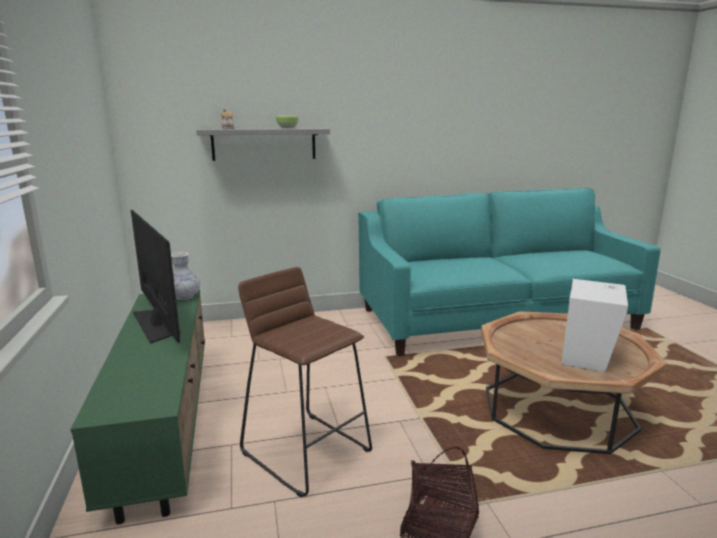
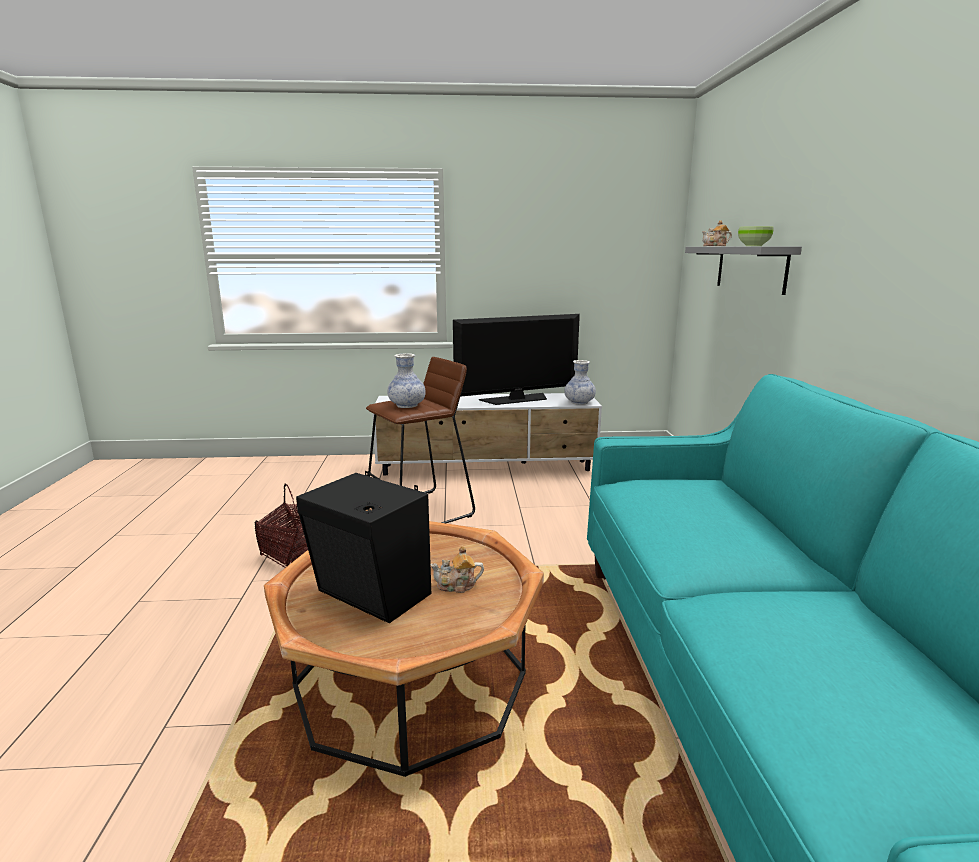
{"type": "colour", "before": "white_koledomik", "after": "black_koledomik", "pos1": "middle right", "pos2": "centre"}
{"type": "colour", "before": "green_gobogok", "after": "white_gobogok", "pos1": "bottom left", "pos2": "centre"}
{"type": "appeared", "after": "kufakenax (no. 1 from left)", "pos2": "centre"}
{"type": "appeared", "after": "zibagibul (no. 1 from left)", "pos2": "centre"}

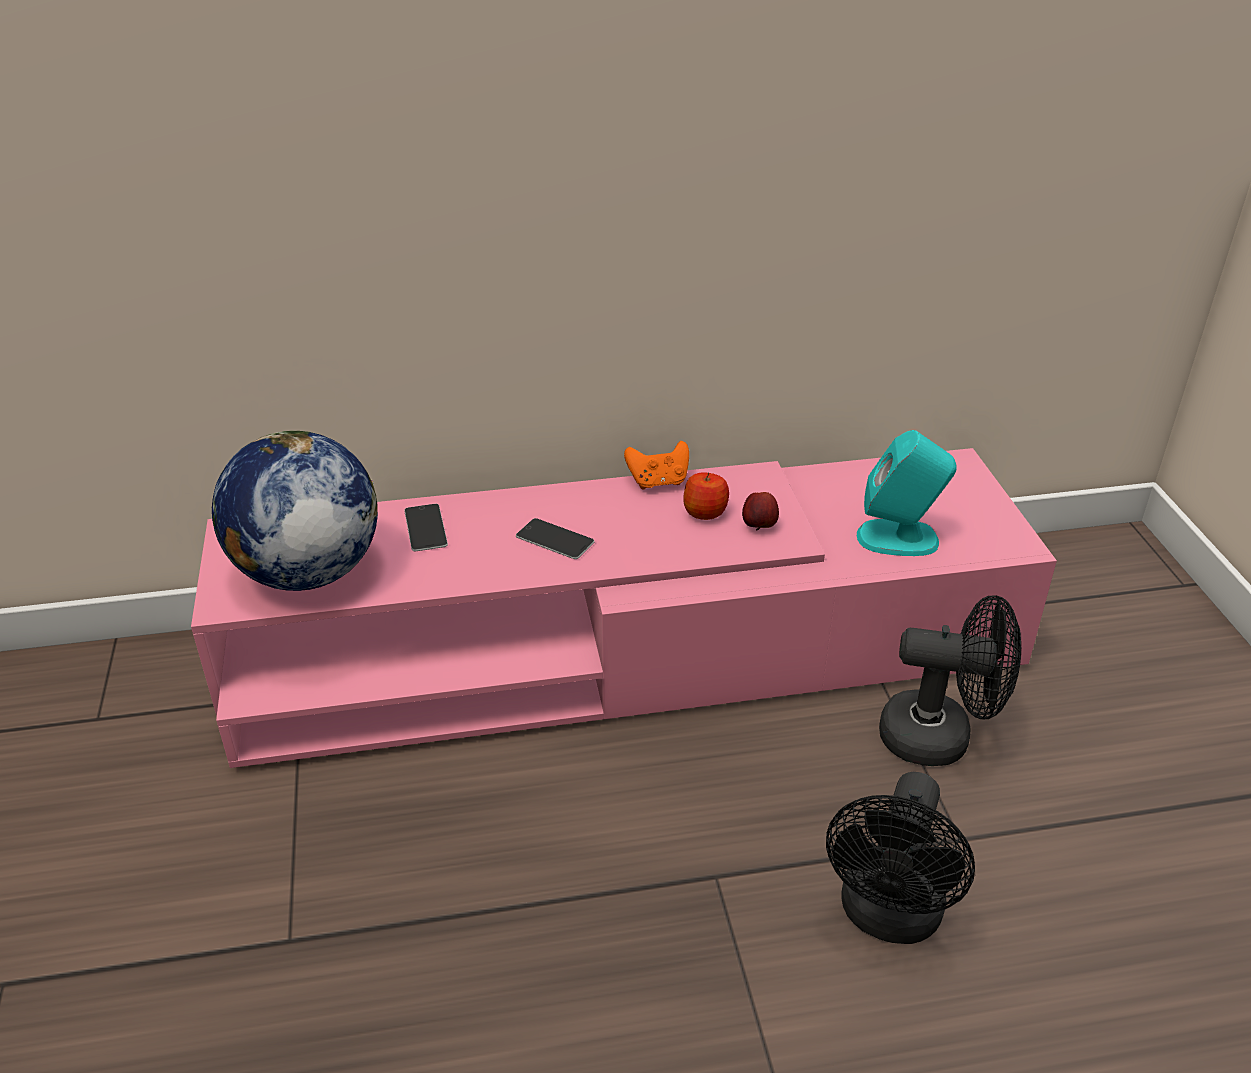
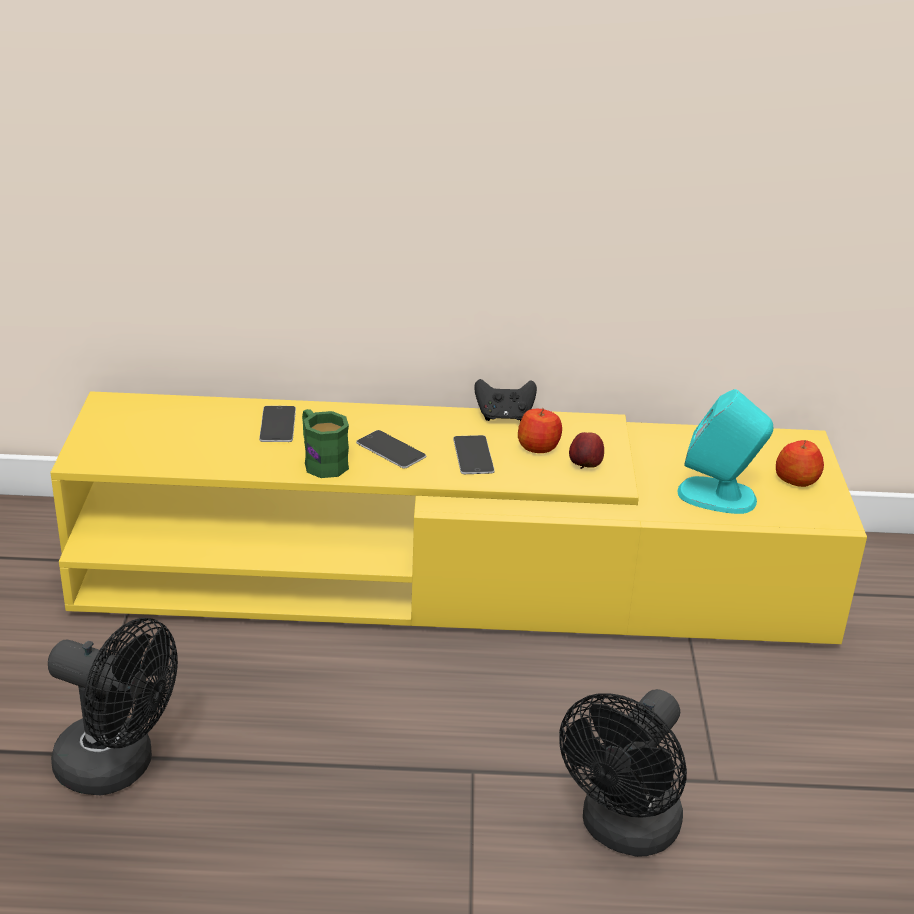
{"type": "missing", "before": "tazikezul", "pos1": "middle left"}
{"type": "colour", "before": "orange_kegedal", "after": "black_kegedal", "pos1": "centre", "pos2": "centre"}
{"type": "colour", "before": "pink_gobogok", "after": "yellow_gobogok", "pos1": "centre", "pos2": "centre"}
{"type": "relocated", "before": "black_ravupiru (no. 2 from left in the first image)", "after": "black_ravupiru (no. 1 from left)", "pos1": "middle right", "pos2": "bottom left"}
{"type": "appeared", "after": "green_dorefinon", "pos2": "centre"}
{"type": "appeared", "after": "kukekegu (no. 3 from left)", "pos2": "centre"}
{"type": "appeared", "after": "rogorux (no. 3 from left)", "pos2": "middle right"}

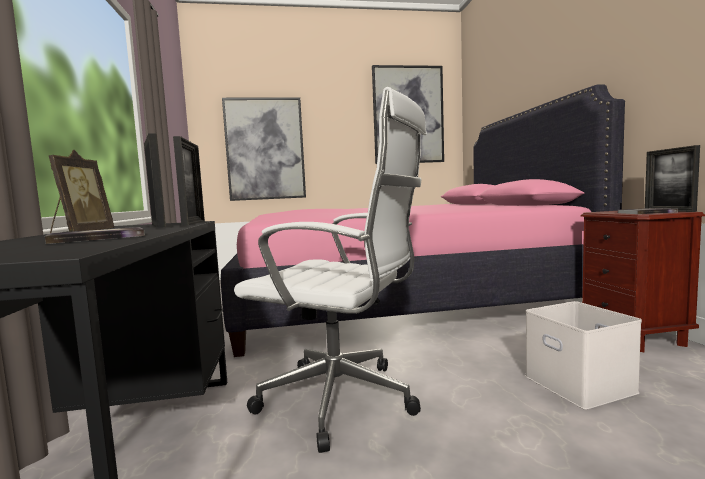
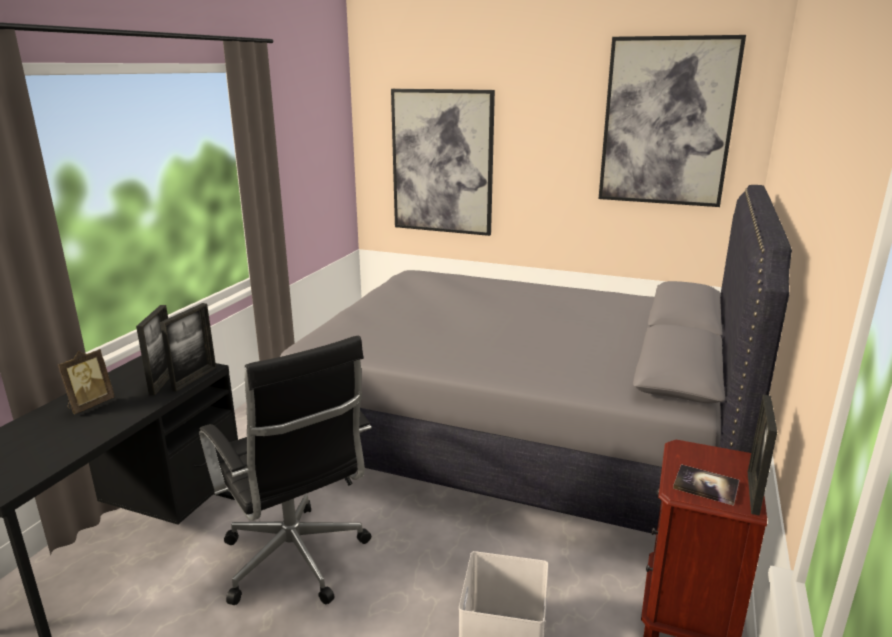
{"type": "colour", "before": "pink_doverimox", "after": "grey_doverimox", "pos1": "centre", "pos2": "centre"}
{"type": "colour", "before": "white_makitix", "after": "black_makitix", "pos1": "centre", "pos2": "bottom left"}
{"type": "missing", "before": "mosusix (no. 1 from left)", "pos1": "middle left"}

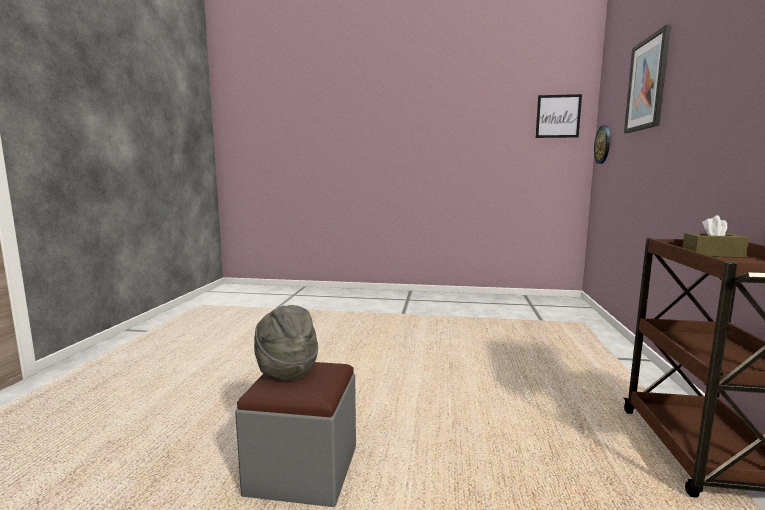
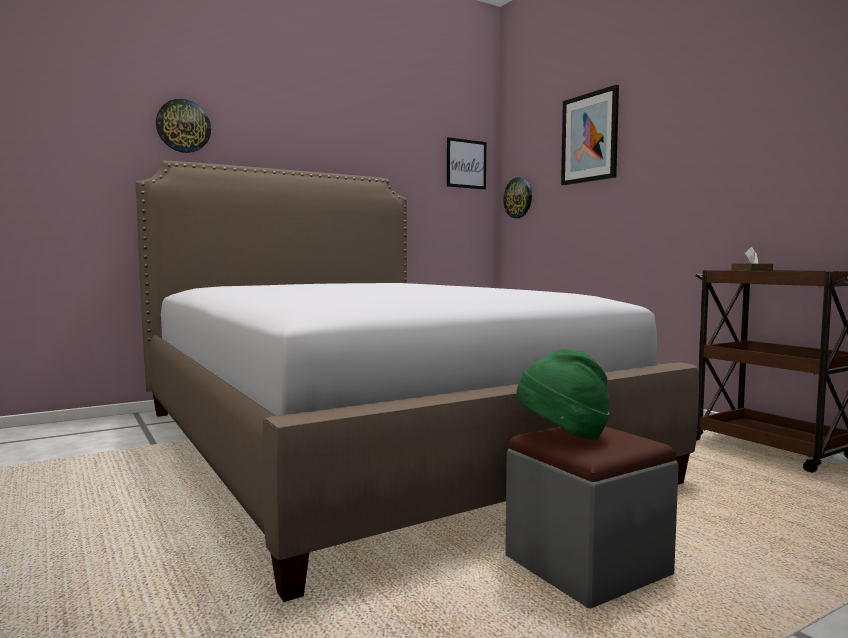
{"type": "colour", "before": "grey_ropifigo", "after": "green_ropifigo", "pos1": "bottom centre", "pos2": "centre"}
{"type": "appeared", "after": "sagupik (no. 1 from left)", "pos2": "top left"}
{"type": "appeared", "after": "doverimox", "pos2": "centre"}

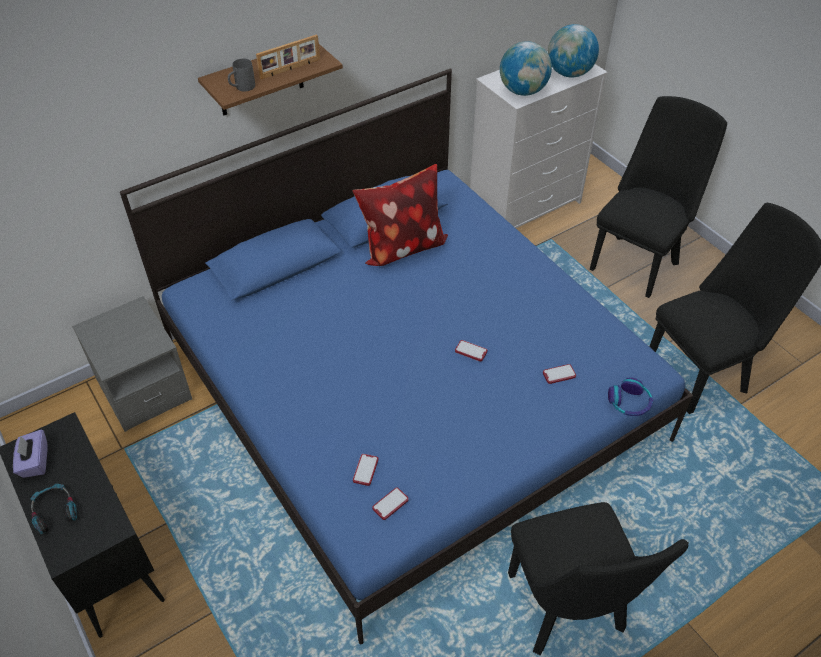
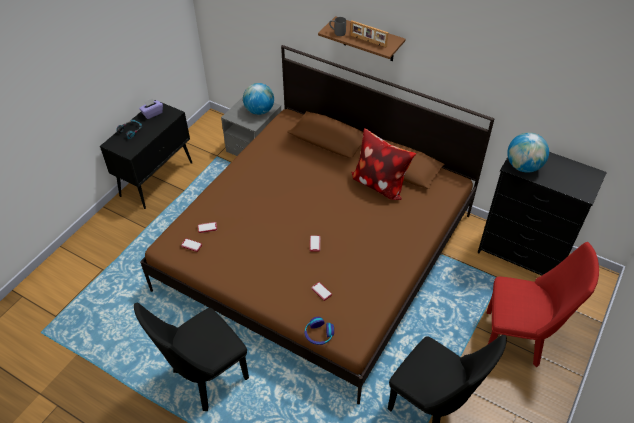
{"type": "relocated", "before": "tazikezul (no. 2 from left in the first image)", "after": "tazikezul (no. 1 from left)", "pos1": "top right", "pos2": "top centre"}
{"type": "colour", "before": "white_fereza", "after": "black_fereza", "pos1": "top centre", "pos2": "middle right"}
{"type": "colour", "before": "blue_doverimox", "after": "brown_doverimox", "pos1": "centre", "pos2": "centre"}
{"type": "colour", "before": "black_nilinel (no. 2 from left)", "after": "red_nilinel", "pos1": "top right", "pos2": "bottom right"}

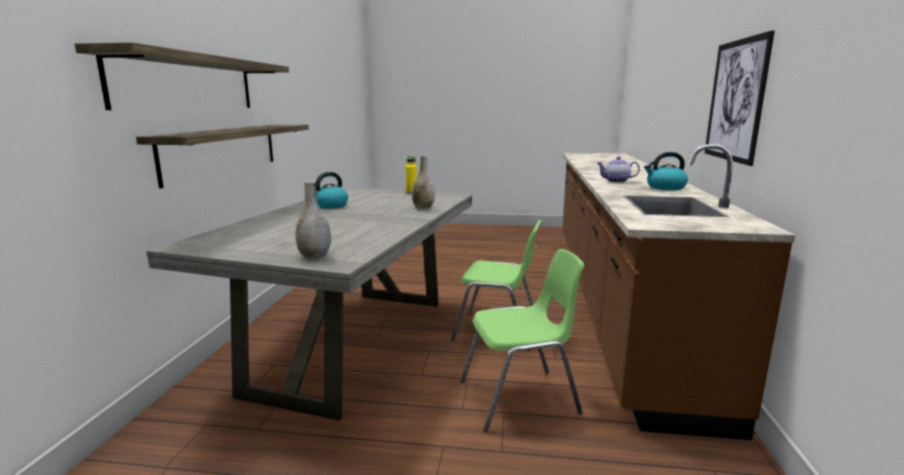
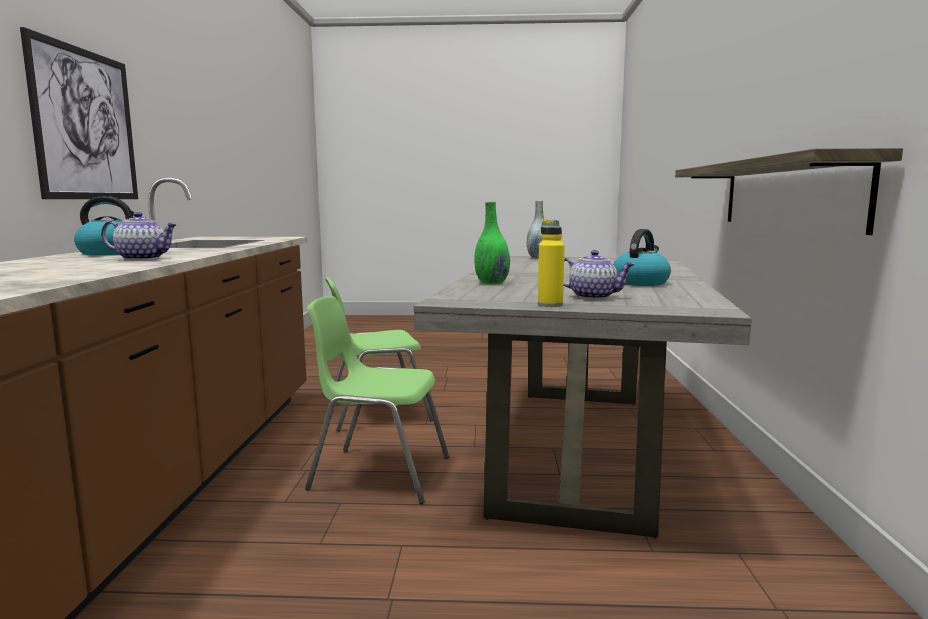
{"type": "missing", "before": "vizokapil (no. 1 from left)", "pos1": "top left"}
{"type": "colour", "before": "grey_kufakenax (no. 2 from left)", "after": "green_kufakenax", "pos1": "centre", "pos2": "centre"}
{"type": "appeared", "after": "zibagibul (no. 2 from left)", "pos2": "centre"}

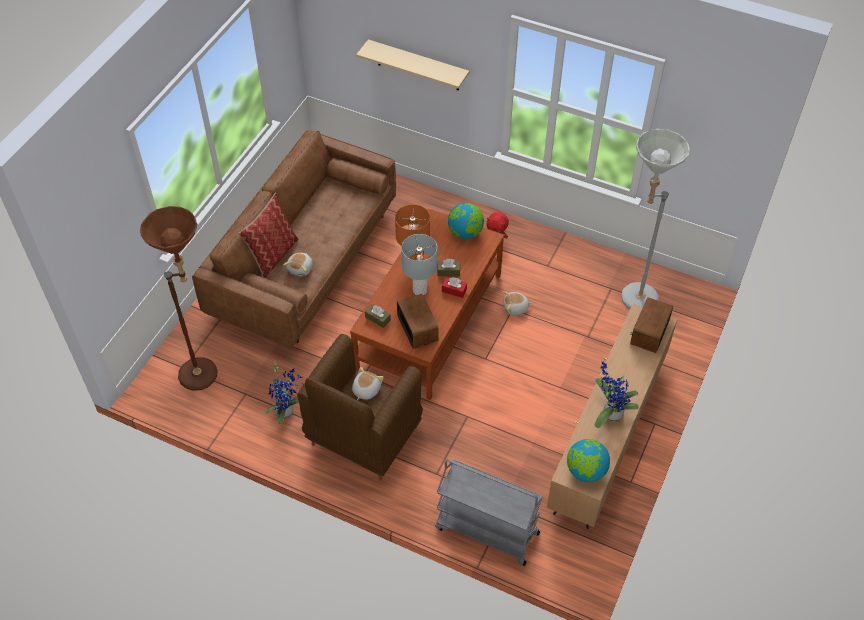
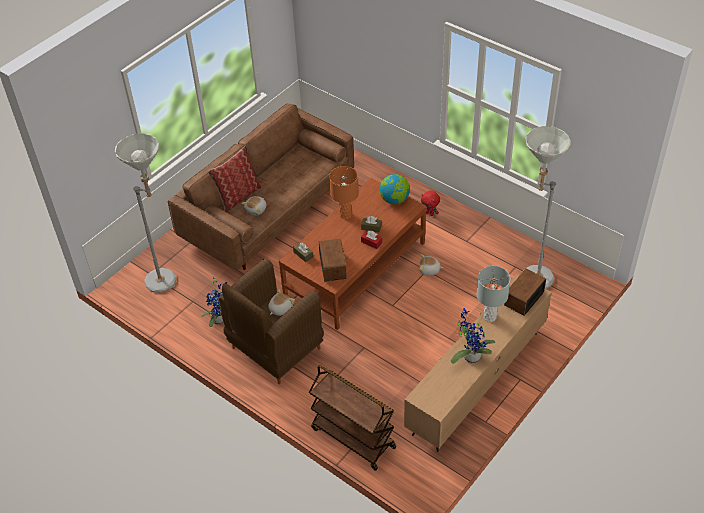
{"type": "missing", "before": "beige_vizokapil", "pos1": "top centre"}
{"type": "colour", "before": "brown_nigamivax", "after": "grey_nigamivax (no. 1 from left)", "pos1": "middle left", "pos2": "middle left"}
{"type": "relocated", "before": "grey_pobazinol", "pos1": "centre", "pos2": "middle right"}
{"type": "missing", "before": "tazikezul (no. 2 from left)", "pos1": "bottom right"}
{"type": "colour", "before": "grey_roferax", "after": "brown_roferax", "pos1": "bottom centre", "pos2": "bottom centre"}

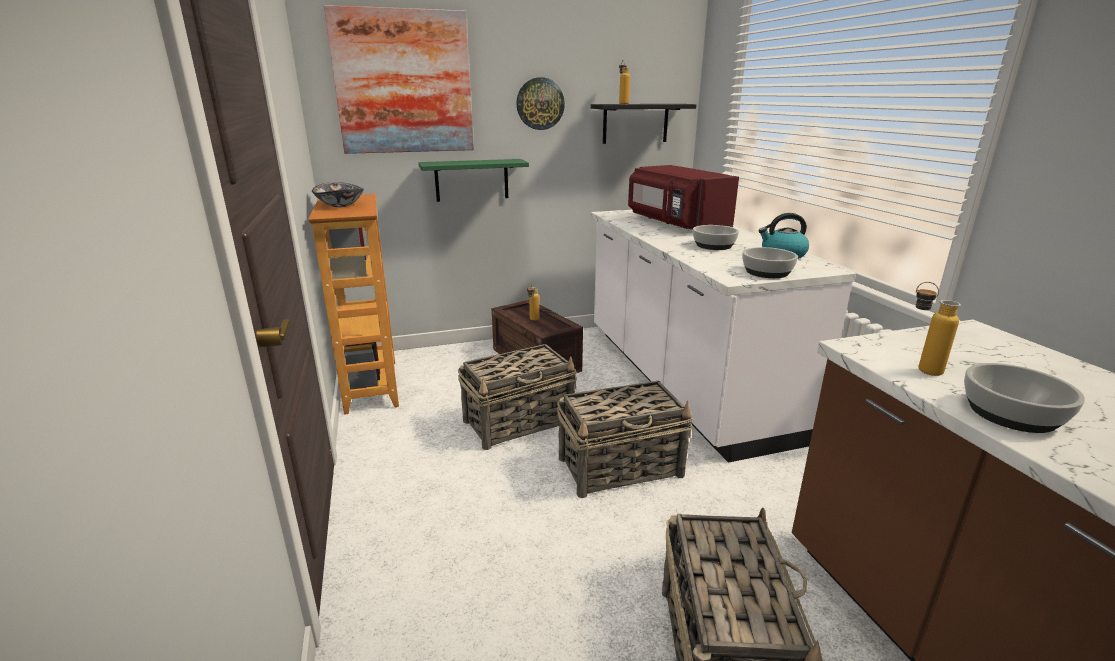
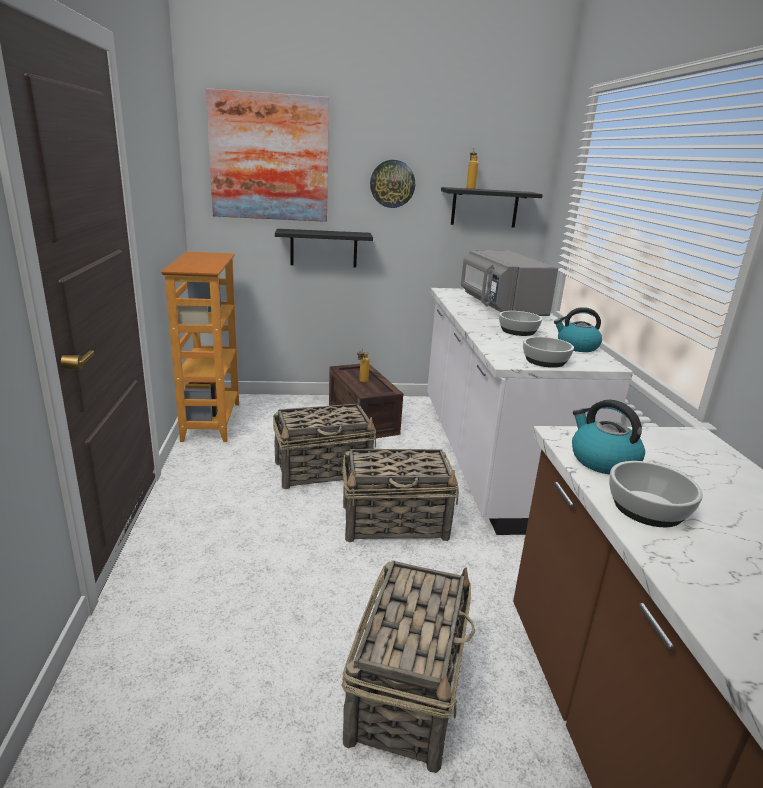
{"type": "colour", "before": "green_vizokapil", "after": "black_vizokapil (no. 1 from left)", "pos1": "top centre", "pos2": "top centre"}
{"type": "colour", "before": "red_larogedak", "after": "grey_larogedak", "pos1": "top centre", "pos2": "middle right"}
{"type": "missing", "before": "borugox (no. 1 from left)", "pos1": "top left"}
{"type": "exchanged", "before": "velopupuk (no. 3 from left)", "after": "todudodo (no. 2 from left)", "pos1": "middle right", "pos2": "middle right"}

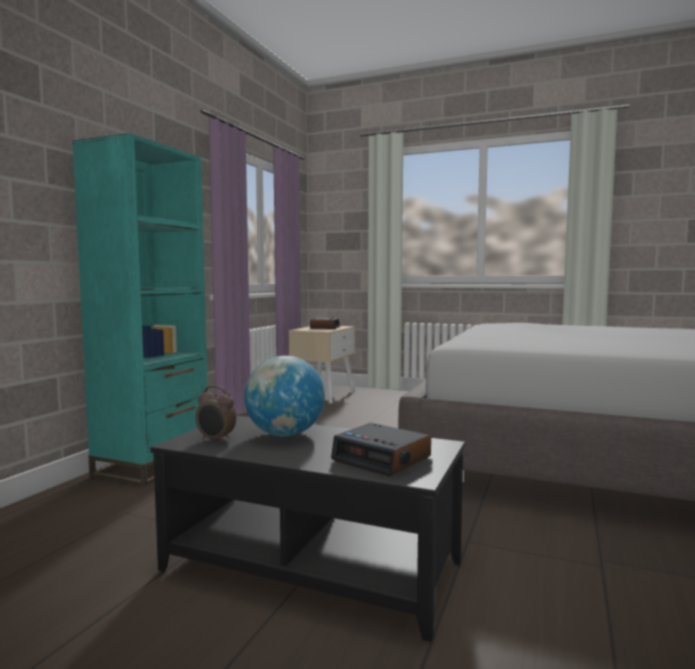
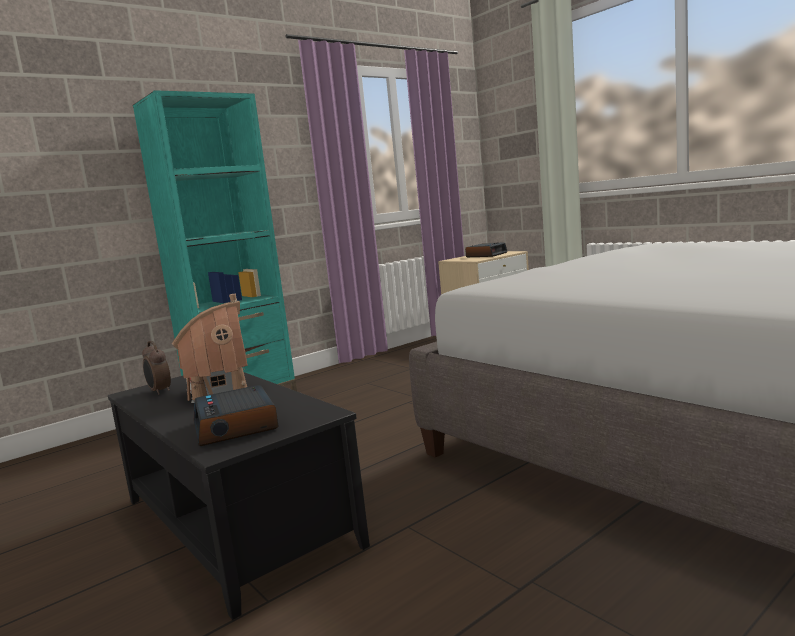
{"type": "exchanged", "before": "tazikezul", "after": "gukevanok", "pos1": "centre", "pos2": "middle left"}

